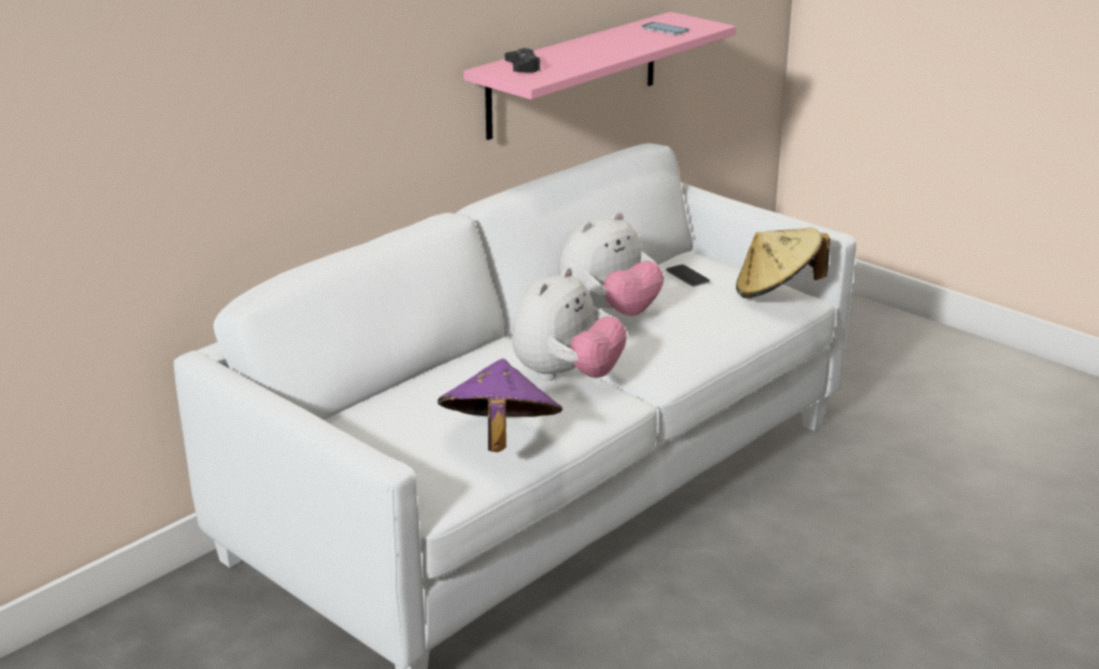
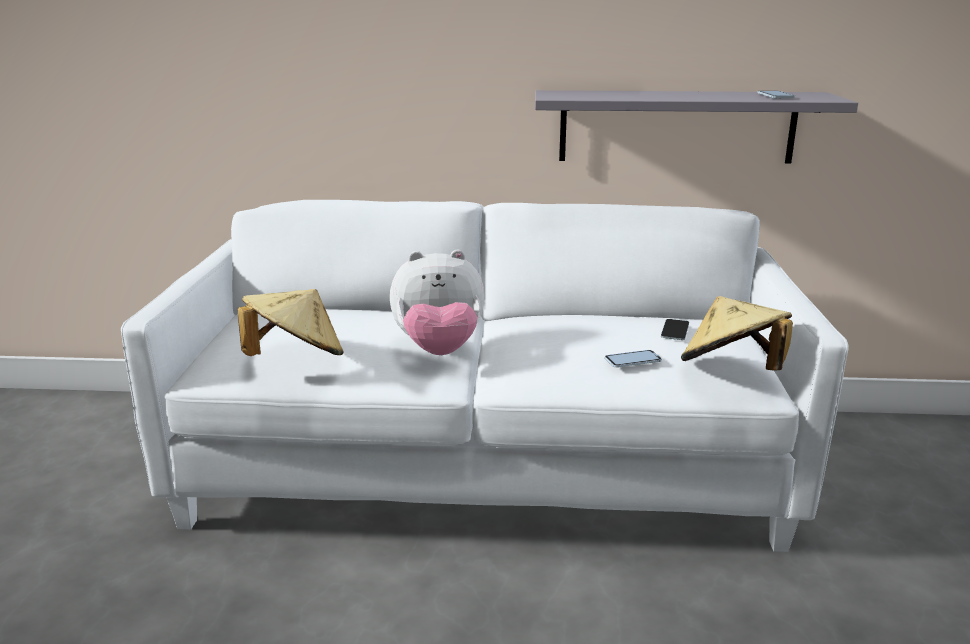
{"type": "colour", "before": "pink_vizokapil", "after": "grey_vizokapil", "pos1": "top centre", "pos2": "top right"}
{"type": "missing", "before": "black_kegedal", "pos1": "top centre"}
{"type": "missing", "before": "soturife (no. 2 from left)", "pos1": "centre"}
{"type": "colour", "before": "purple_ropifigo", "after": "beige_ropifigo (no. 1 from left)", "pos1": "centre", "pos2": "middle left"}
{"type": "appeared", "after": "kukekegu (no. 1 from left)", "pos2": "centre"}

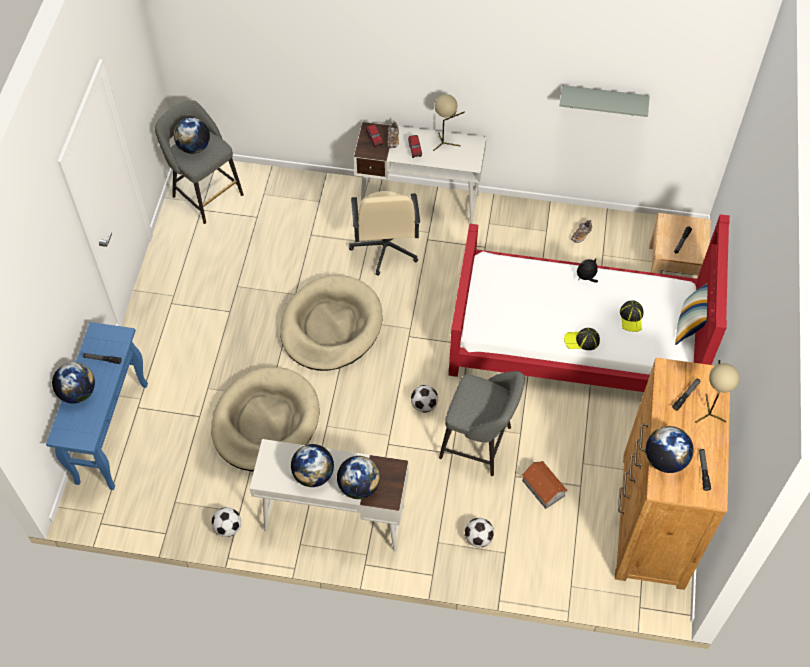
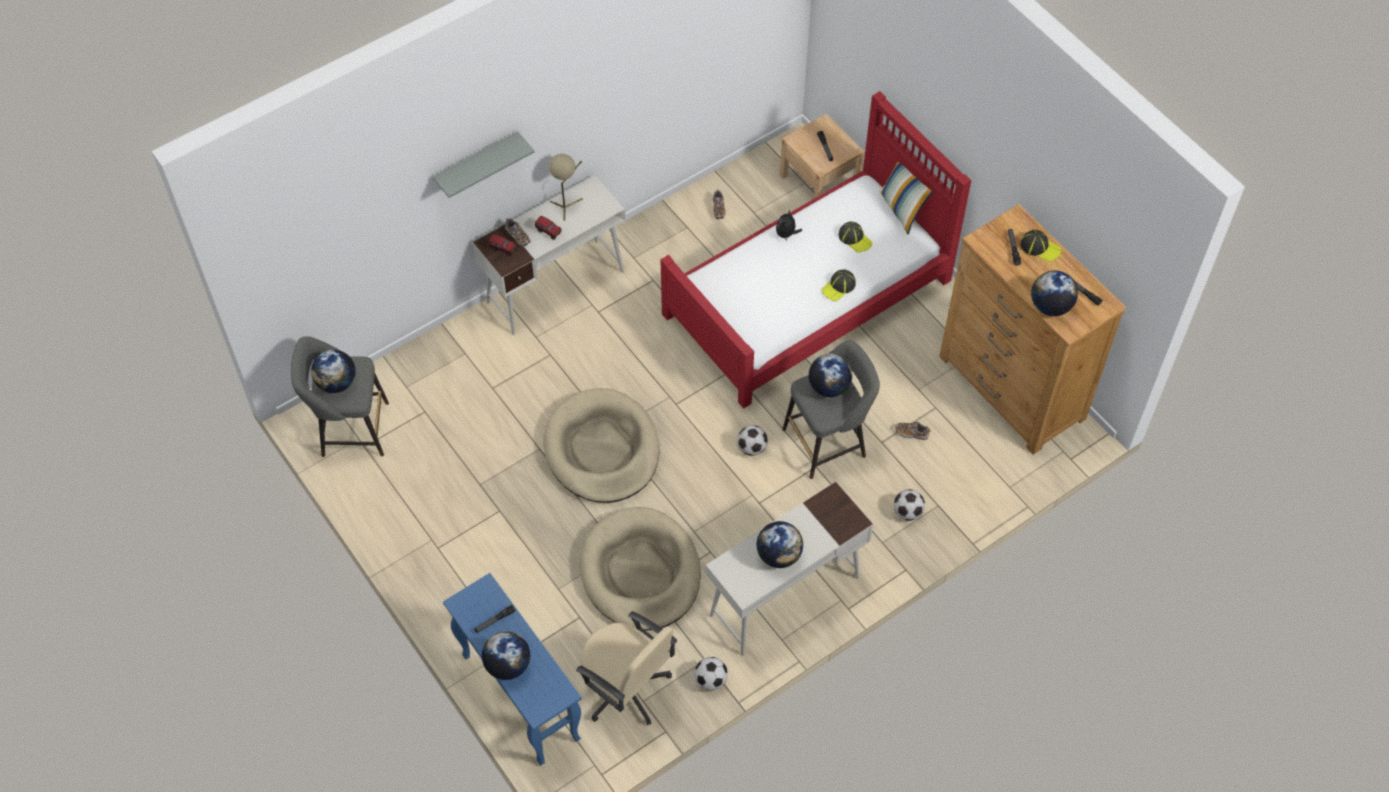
{"type": "relocated", "before": "grey_vizokapil", "pos1": "top right", "pos2": "top centre"}
{"type": "relocated", "before": "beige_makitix", "pos1": "centre", "pos2": "bottom centre"}
{"type": "exchanged", "before": "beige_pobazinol (no. 2 from left)", "after": "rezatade (no. 3 from left)", "pos1": "middle right", "pos2": "top right"}
{"type": "relocated", "before": "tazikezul (no. 4 from left)", "pos1": "bottom centre", "pos2": "centre"}
{"type": "exchanged", "before": "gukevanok", "after": "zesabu (no. 3 from left)", "pos1": "bottom right", "pos2": "centre"}

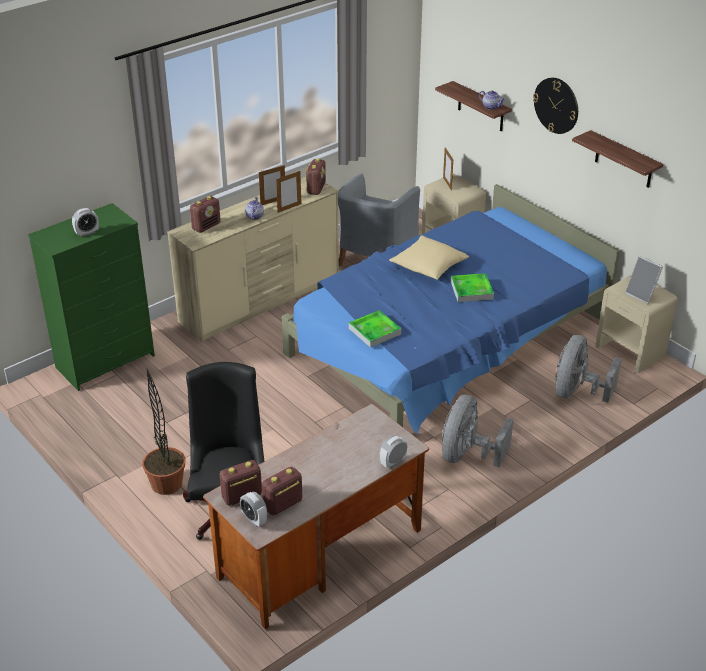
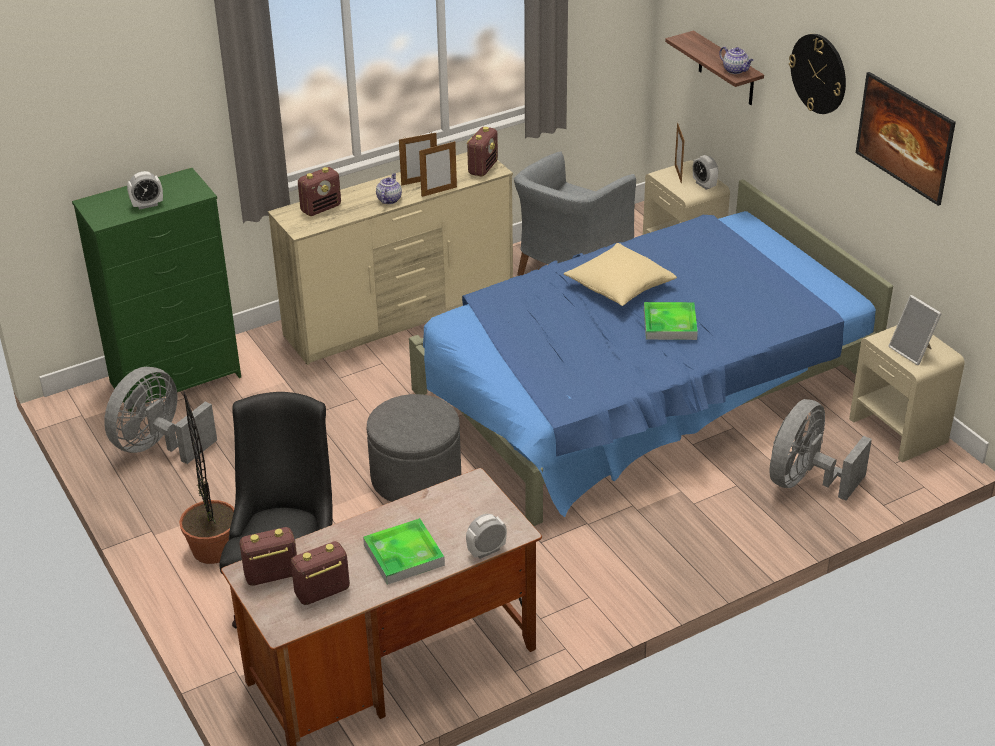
{"type": "exchanged", "before": "vizokapil (no. 2 from left)", "after": "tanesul", "pos1": "top right", "pos2": "top right"}
{"type": "relocated", "before": "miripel (no. 1 from left)", "pos1": "centre", "pos2": "bottom centre"}
{"type": "relocated", "before": "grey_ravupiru (no. 1 from left)", "pos1": "middle right", "pos2": "middle left"}
{"type": "relocated", "before": "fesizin (no. 2 from left in the first image)", "after": "fesizin (no. 3 from left)", "pos1": "bottom centre", "pos2": "top right"}
{"type": "appeared", "after": "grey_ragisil", "pos2": "centre"}

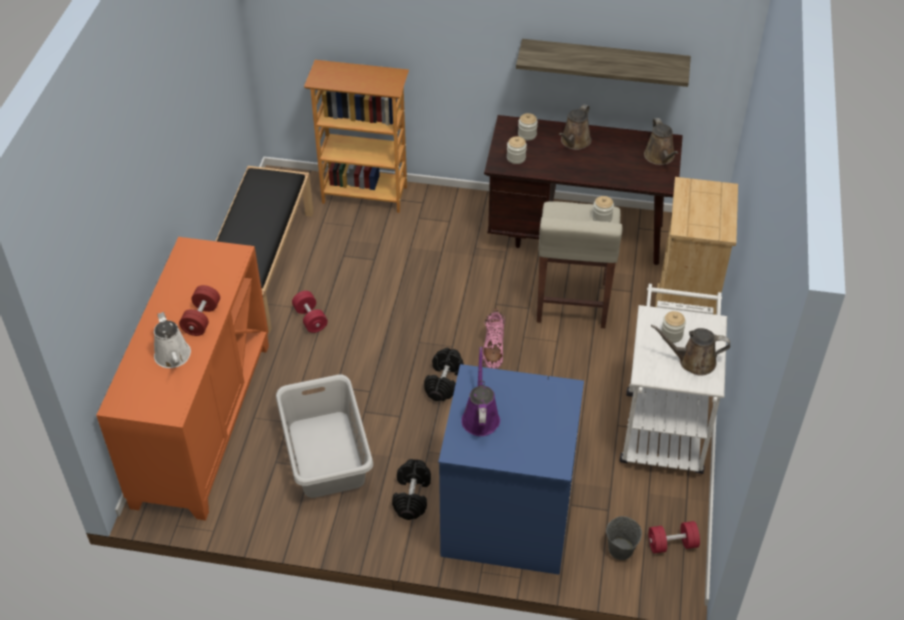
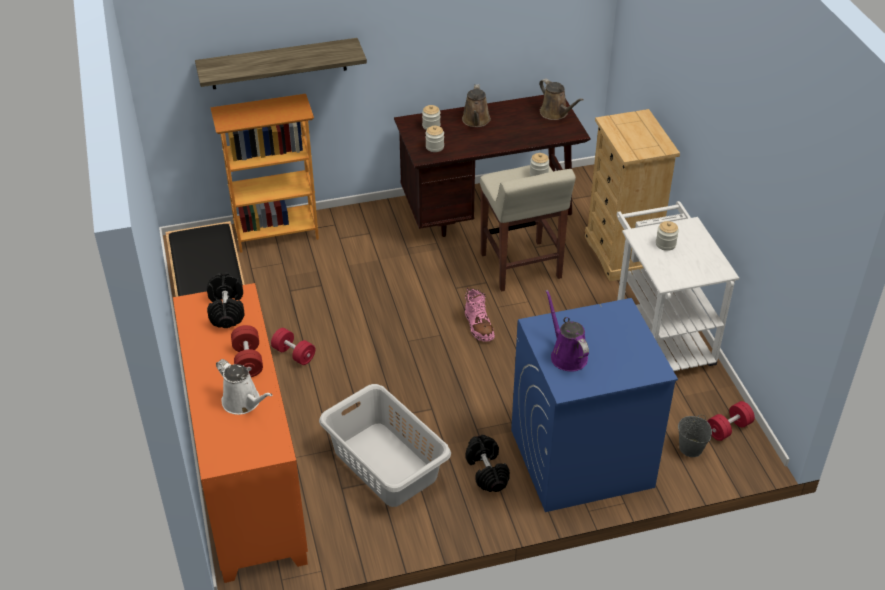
{"type": "relocated", "before": "vizokapil", "pos1": "top right", "pos2": "top left"}
{"type": "missing", "before": "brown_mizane (no. 3 from left)", "pos1": "middle right"}
{"type": "relocated", "before": "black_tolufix (no. 2 from left in the first image)", "after": "black_tolufix (no. 1 from left)", "pos1": "centre", "pos2": "middle left"}

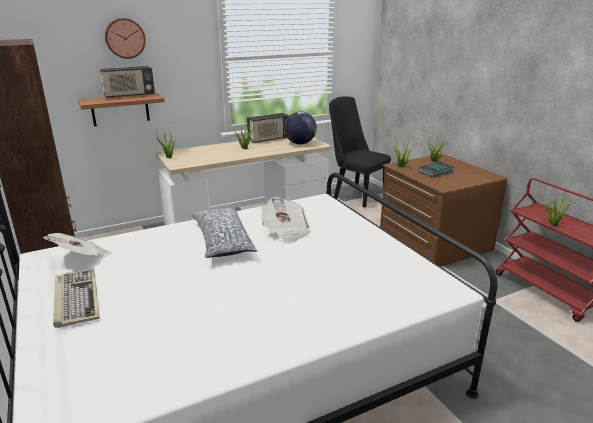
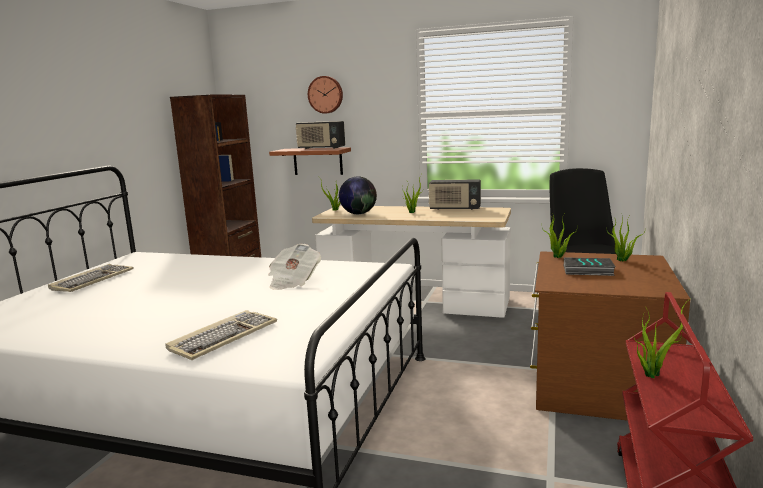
{"type": "relocated", "before": "tazikezul", "pos1": "top centre", "pos2": "centre"}
{"type": "missing", "before": "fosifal", "pos1": "centre"}
{"type": "missing", "before": "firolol (no. 1 from left)", "pos1": "middle left"}
{"type": "appeared", "after": "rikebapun (no. 2 from left)", "pos2": "bottom left"}

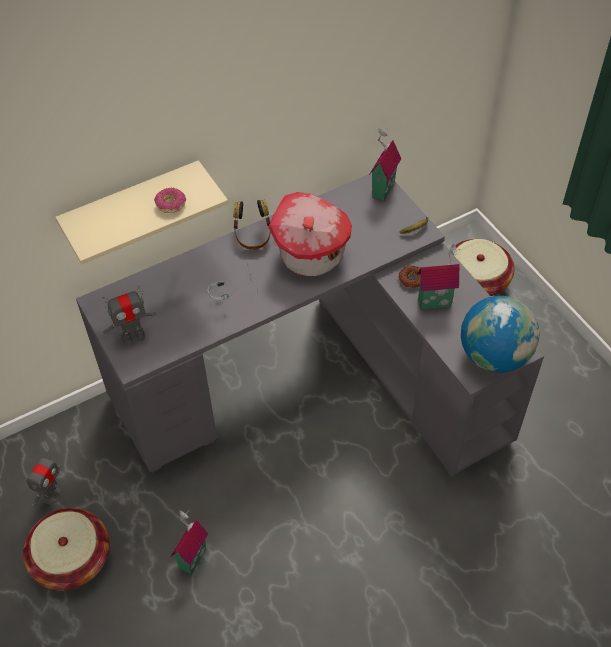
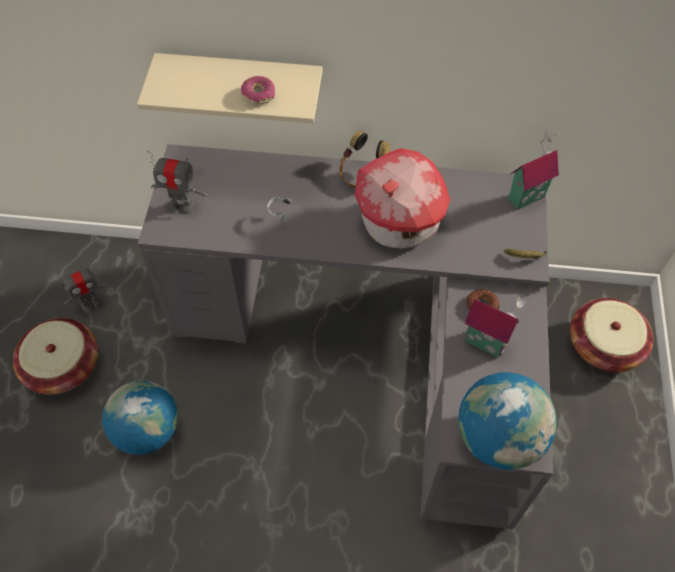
{"type": "exchanged", "before": "gukevanok (no. 1 from left)", "after": "tazikezul (no. 1 from left)", "pos1": "bottom left", "pos2": "bottom left"}

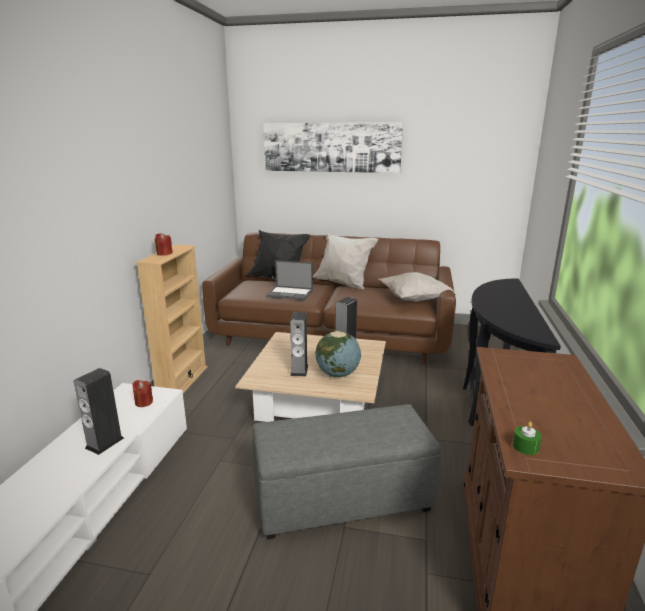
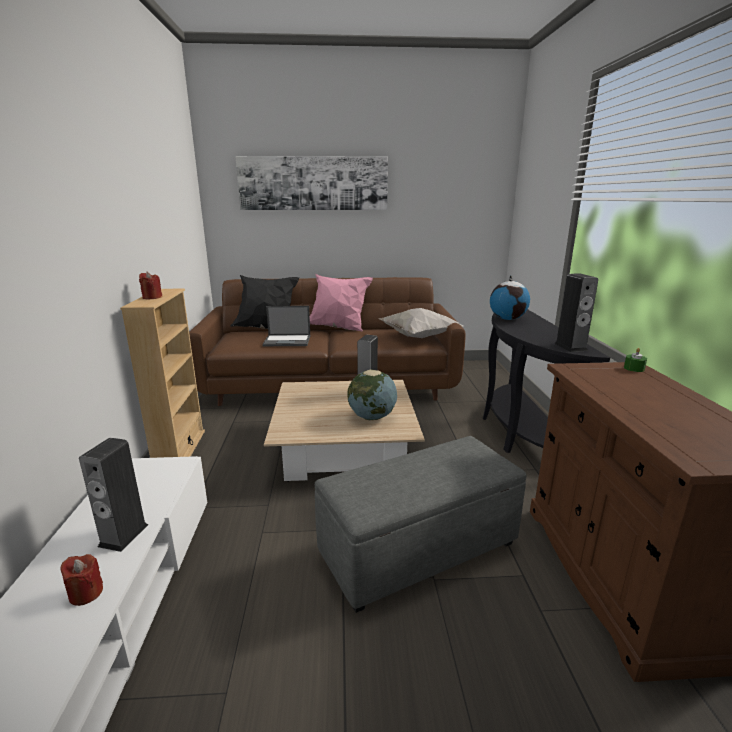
{"type": "colour", "before": "white_fosifal (no. 1 from left)", "after": "pink_fosifal", "pos1": "centre", "pos2": "centre"}
{"type": "relocated", "before": "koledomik (no. 2 from left in the first image)", "after": "koledomik (no. 3 from left)", "pos1": "centre", "pos2": "middle right"}
{"type": "relocated", "before": "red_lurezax (no. 1 from left)", "pos1": "middle left", "pos2": "bottom left"}
{"type": "relocated", "before": "green_lurezax", "pos1": "bottom right", "pos2": "middle right"}
{"type": "appeared", "after": "tazikezul (no. 2 from left)", "pos2": "middle right"}

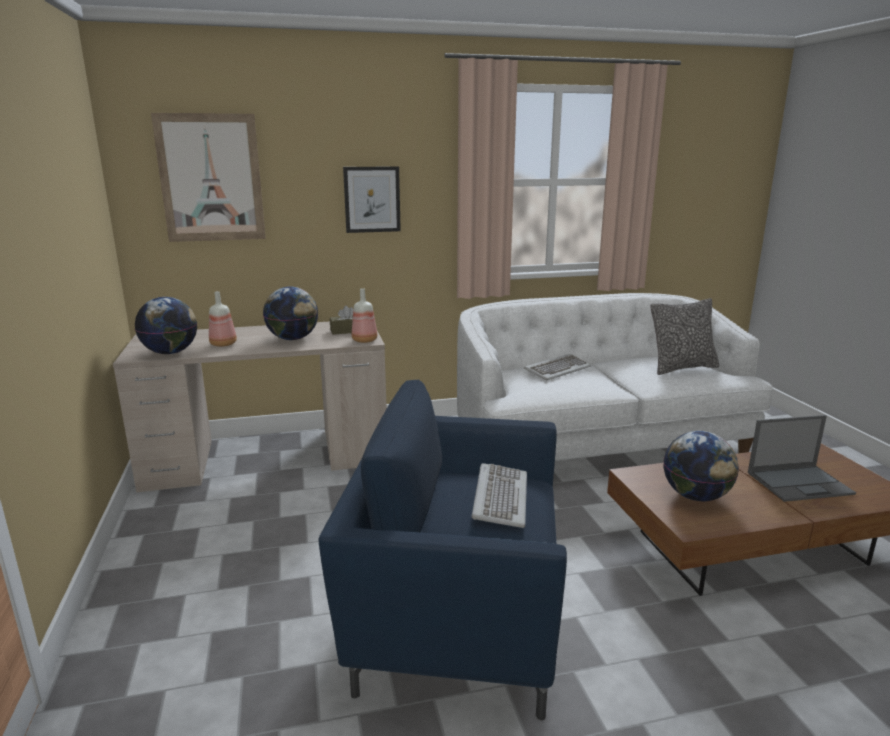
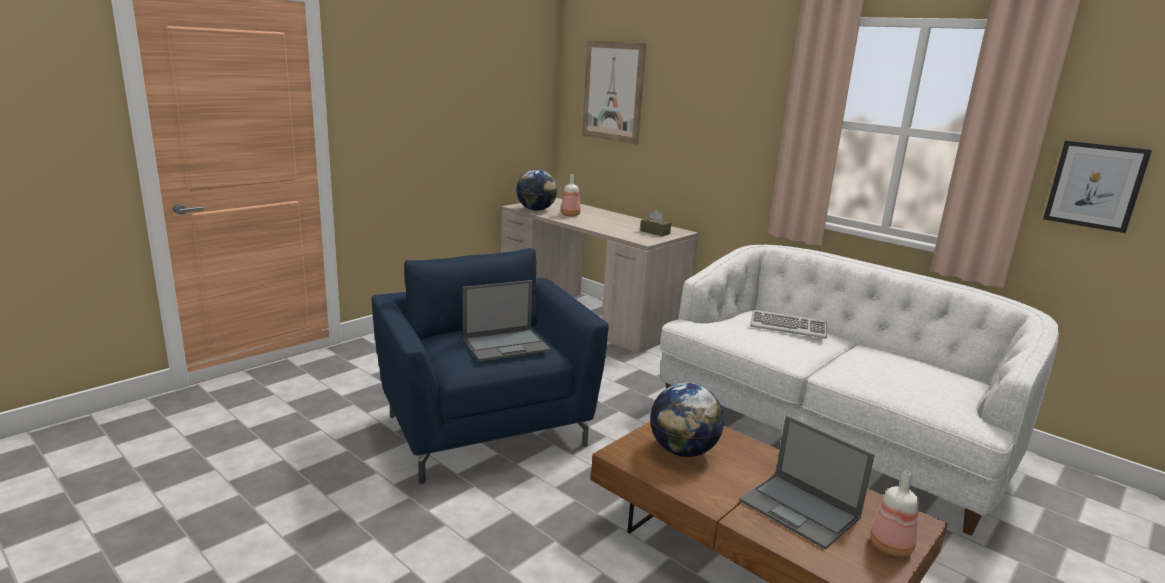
{"type": "relocated", "before": "tanesul (no. 2 from left)", "pos1": "top centre", "pos2": "top right"}
{"type": "missing", "before": "tazikezul (no. 2 from left)", "pos1": "middle left"}
{"type": "relocated", "before": "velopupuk (no. 2 from left)", "pos1": "centre", "pos2": "bottom right"}
{"type": "missing", "before": "fosifal", "pos1": "middle right"}
{"type": "exchanged", "before": "rikebapun (no. 1 from left)", "after": "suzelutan (no. 1 from left)", "pos1": "bottom centre", "pos2": "centre"}

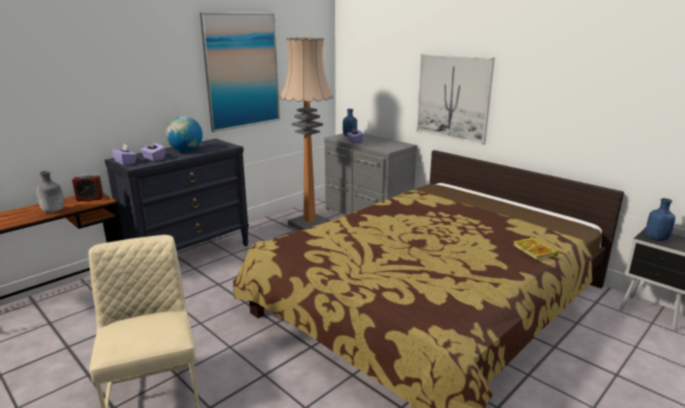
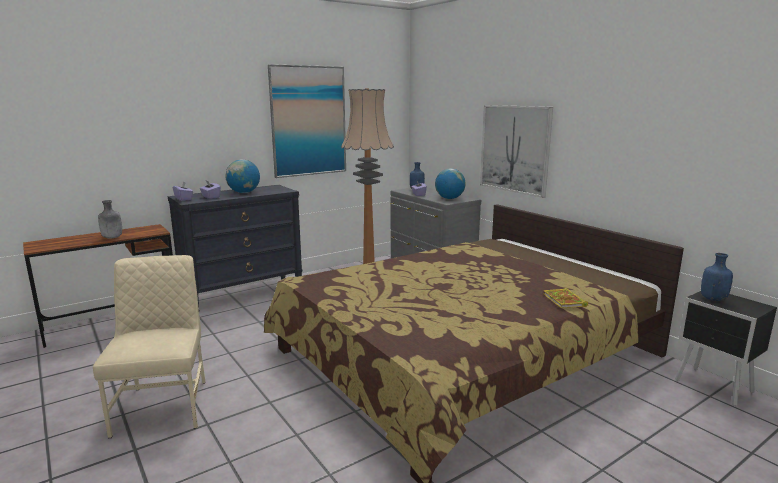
{"type": "missing", "before": "fesizin", "pos1": "middle left"}
{"type": "appeared", "after": "tazikezul (no. 2 from left)", "pos2": "centre"}

